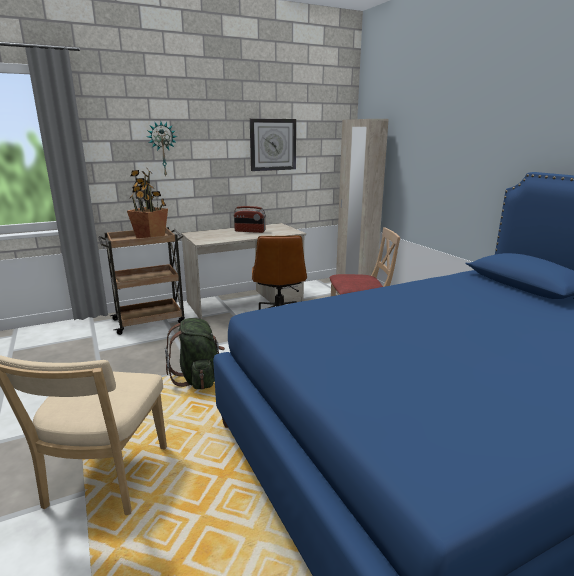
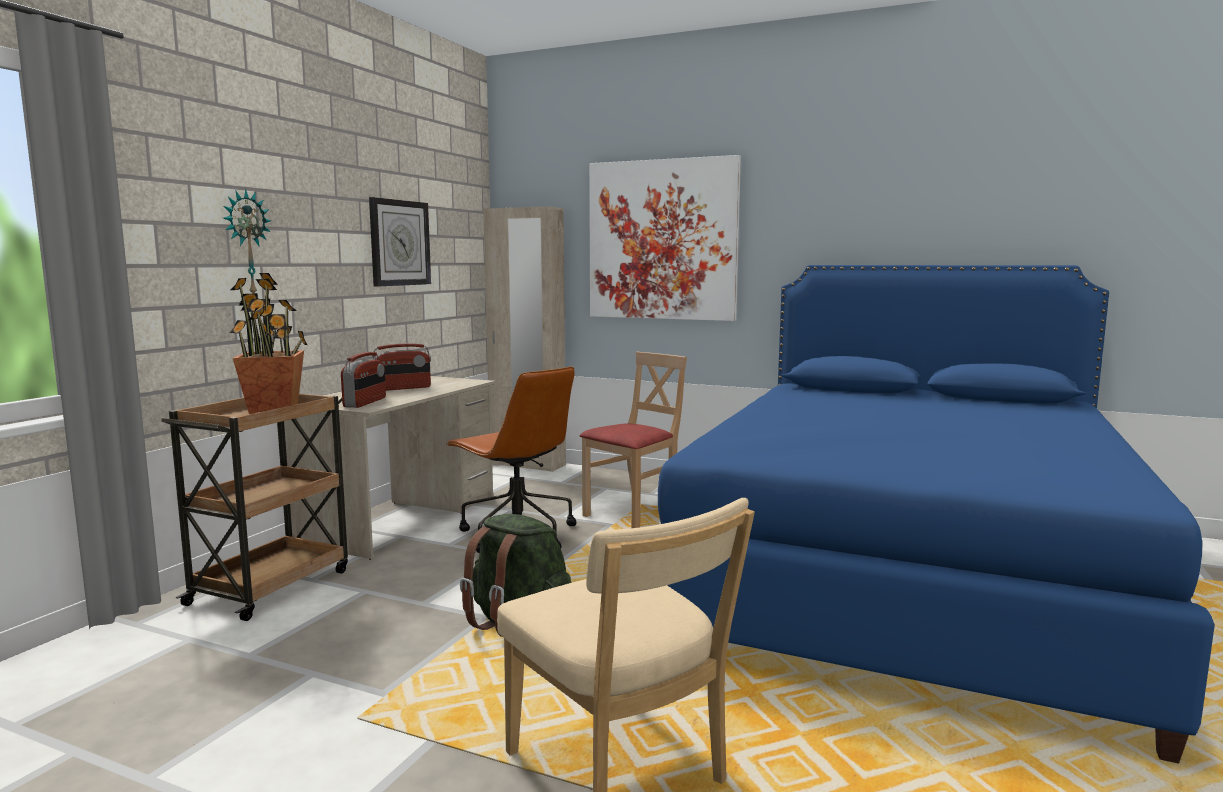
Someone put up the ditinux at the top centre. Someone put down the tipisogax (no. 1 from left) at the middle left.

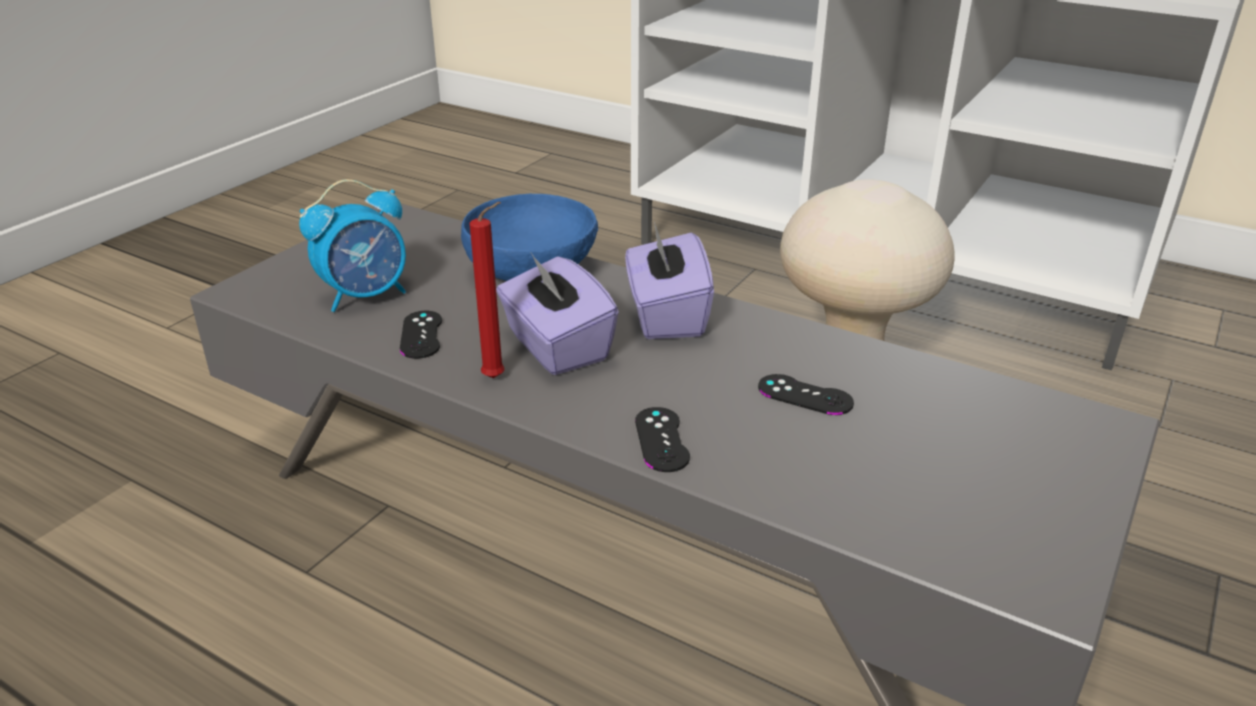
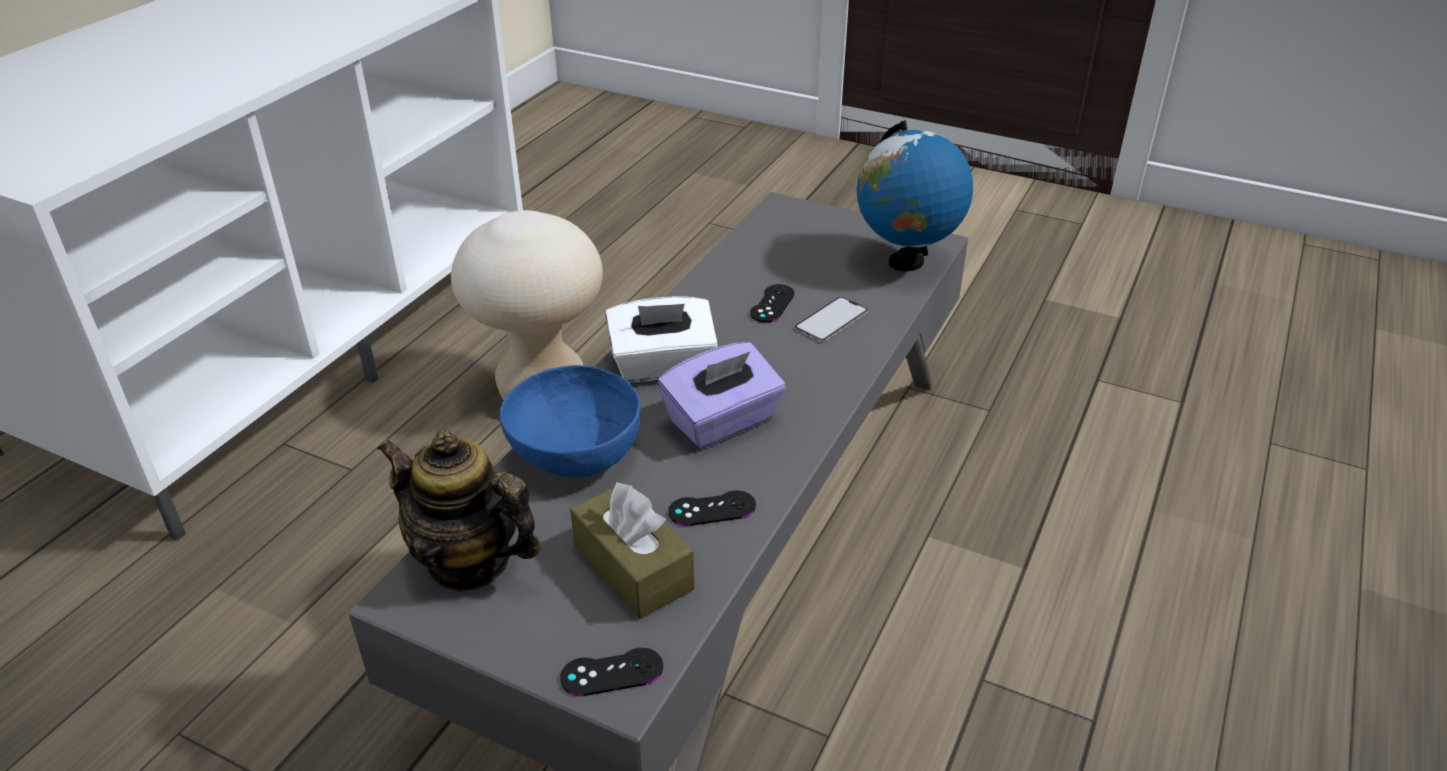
Someone swapped the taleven at the middle left for the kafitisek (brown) at the bottom centre. Someone took away the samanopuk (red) at the centre. Someone repainted the kafitisek (purple) (no. 2 from left) at the centre, which became the kafitisek (white) at the centre. Someone carried the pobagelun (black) (no. 2 from left in the first image) from the centre to the bottom centre. Someone put down the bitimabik at the top centre. Someone put down the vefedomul at the centre. Someone put down the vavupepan at the middle left.

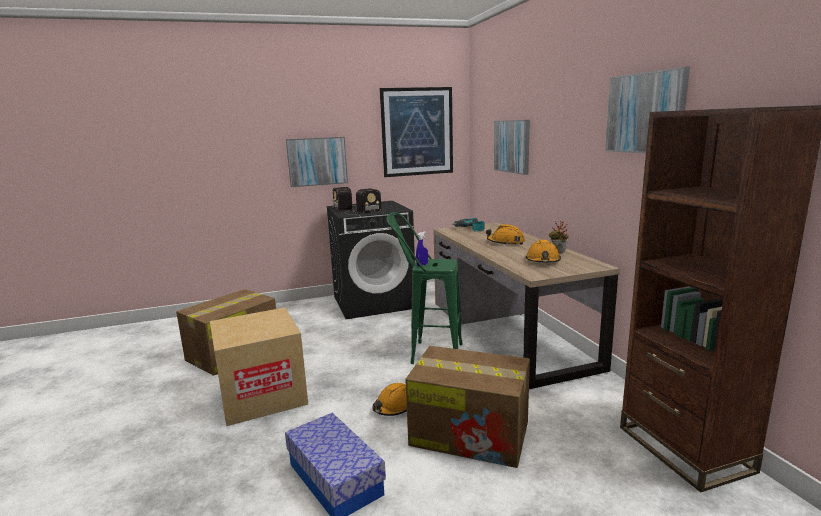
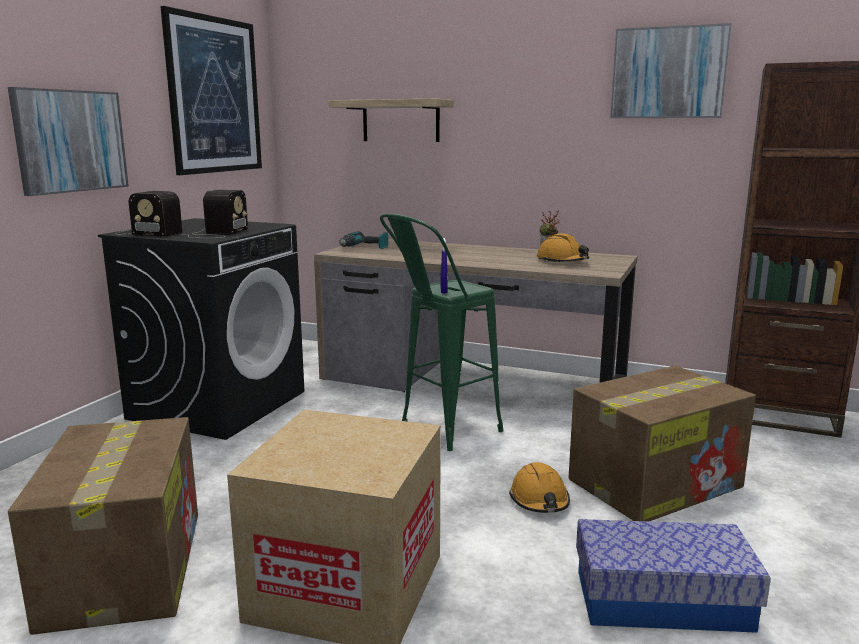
Someone swapped the ditinux (no. 3 from left) at the top centre for the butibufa at the top centre. Someone took away the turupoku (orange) (no. 2 from left) at the centre.

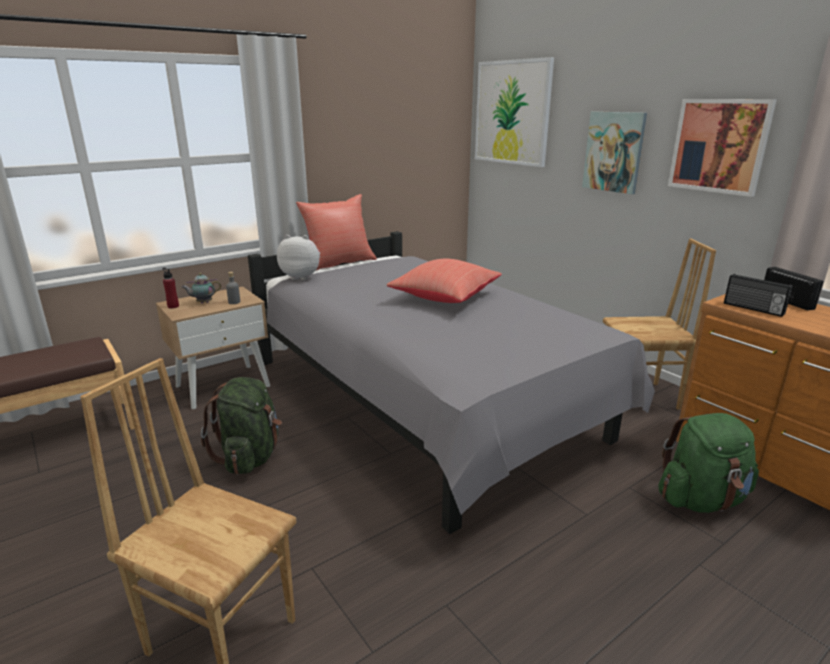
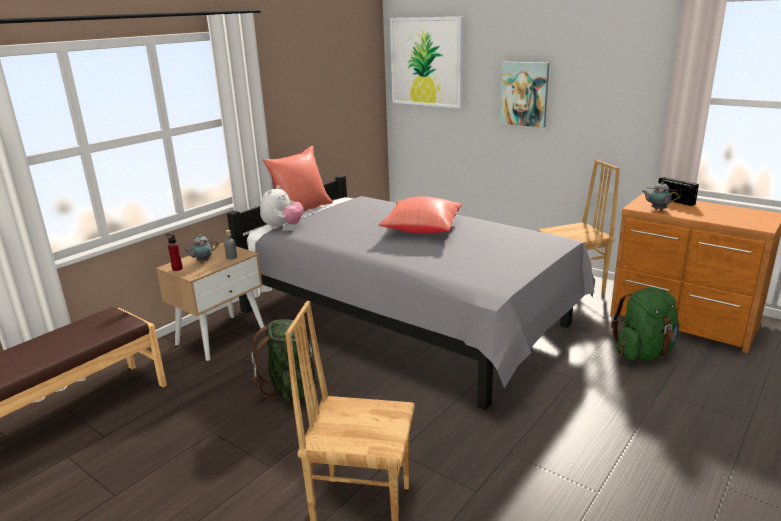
Someone took away the ditinux (no. 3 from left) at the top right. Someone rotated the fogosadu at the centre by 120 degrees clockwise. Someone swapped the tipisogax (no. 1 from left) at the middle right for the vavupepan (no. 2 from left) at the middle right.

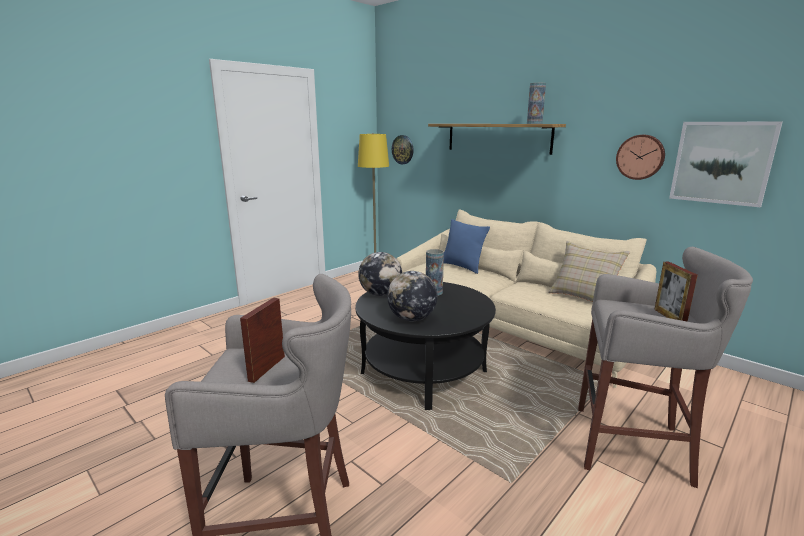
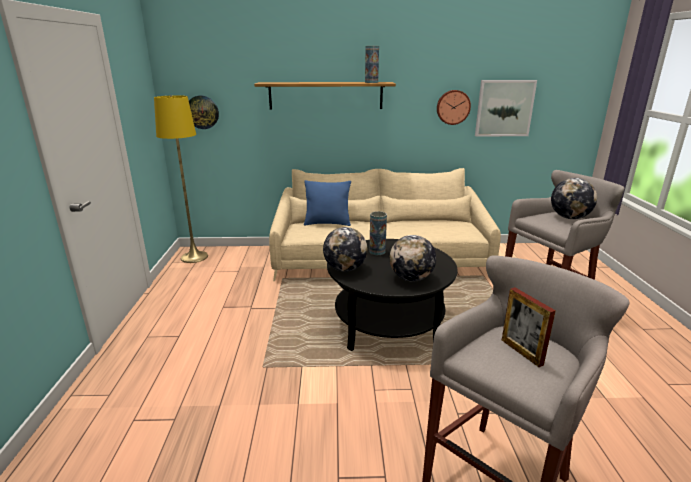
Someone took away the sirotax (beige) at the middle right. Someone swapped the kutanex (no. 2 from left) at the middle right for the bitimabik (no. 3 from left) at the middle right.

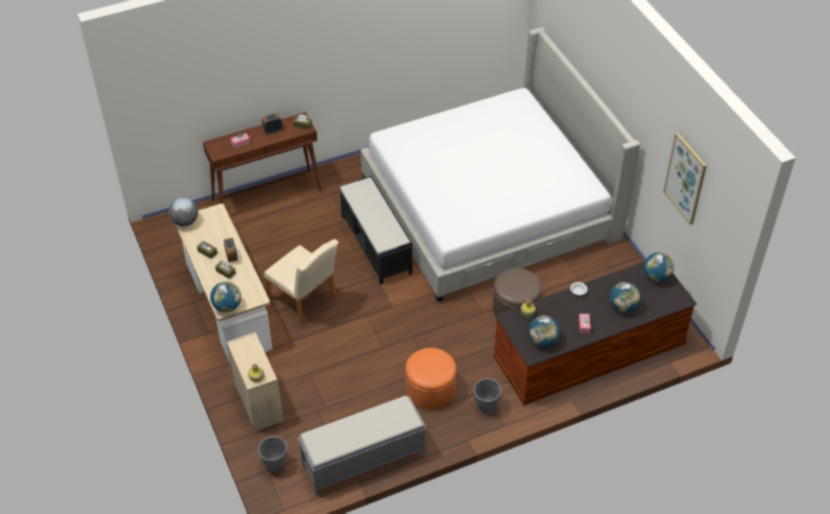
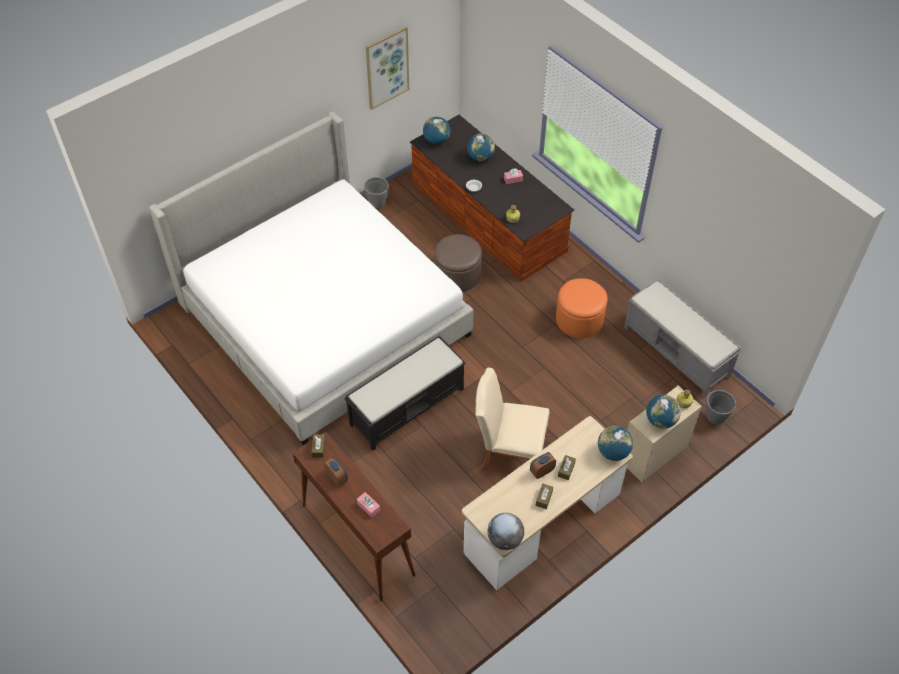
Someone rotated the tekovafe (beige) at the centre by 105 degrees counterclockwise. Someone carried the bitimabik (no. 3 from left in the first image) from the centre to the middle right. Someone carried the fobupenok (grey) (no. 2 from left in the first image) from the bottom centre to the top centre.

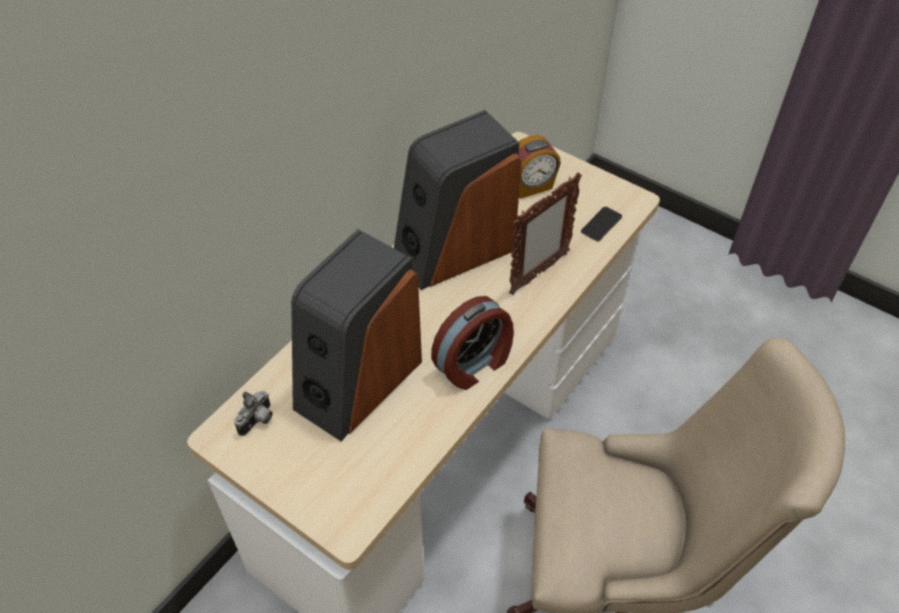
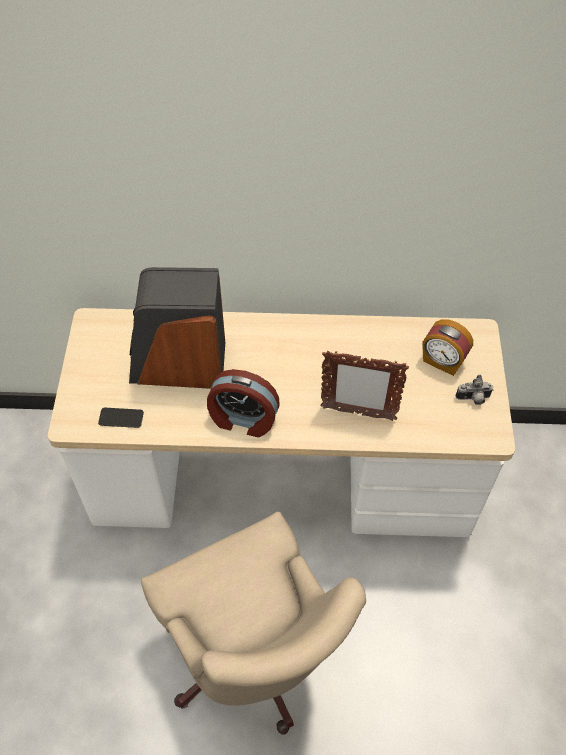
Someone took away the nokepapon (no. 2 from left) at the top centre. Someone carried the vefedomul from the middle right to the middle left. Someone carried the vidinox from the bottom left to the middle right.

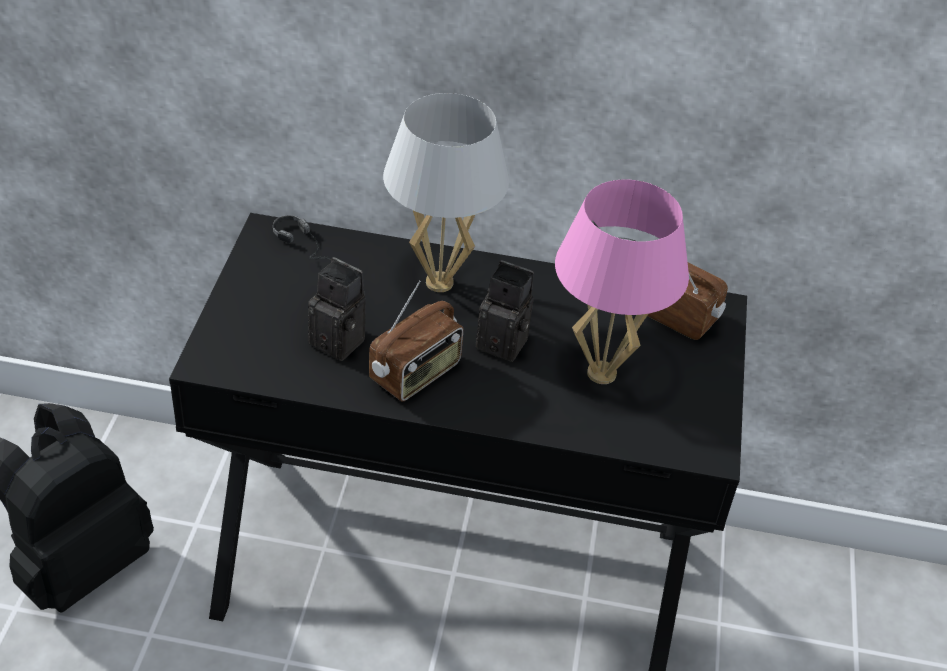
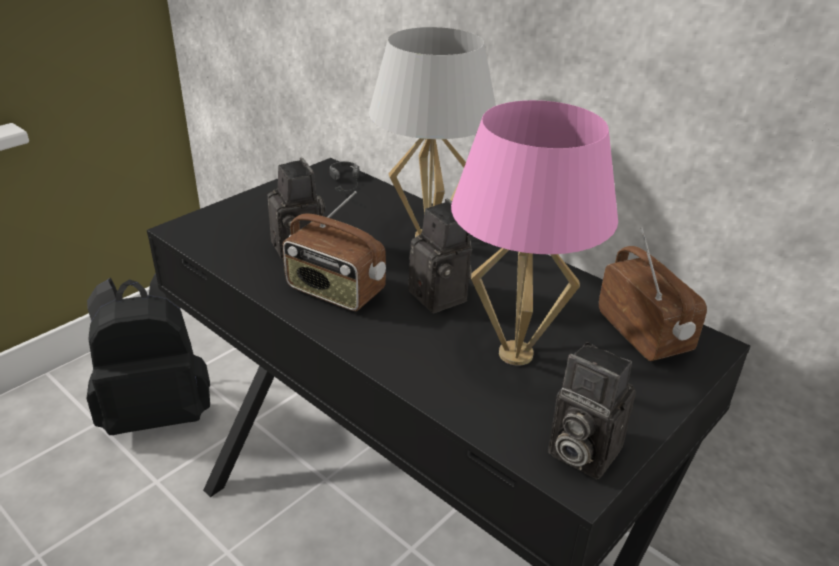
Someone rotated the tipisogax (no. 1 from left) at the centre by 45 degrees clockwise. Someone put down the vidinox (no. 3 from left) at the bottom right.

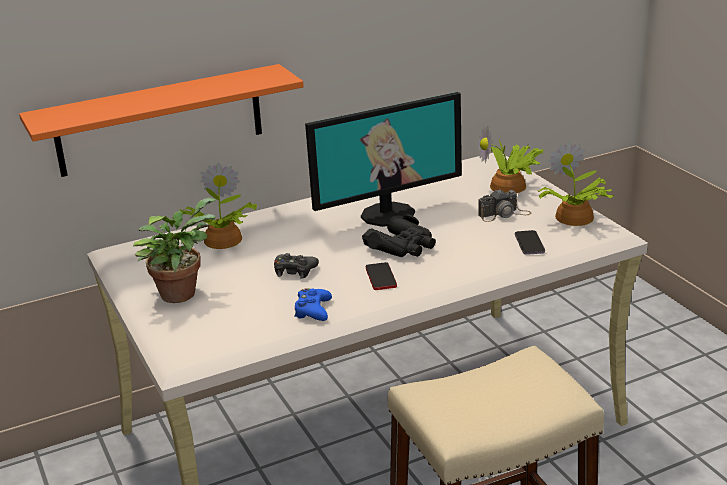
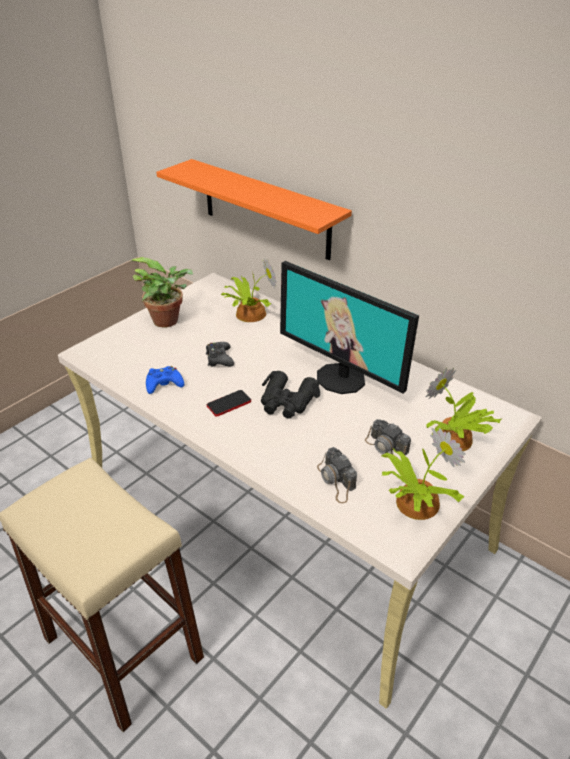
Someone swapped the vefedomul (no. 2 from left) at the middle right for the vidinox (no. 1 from left) at the centre.

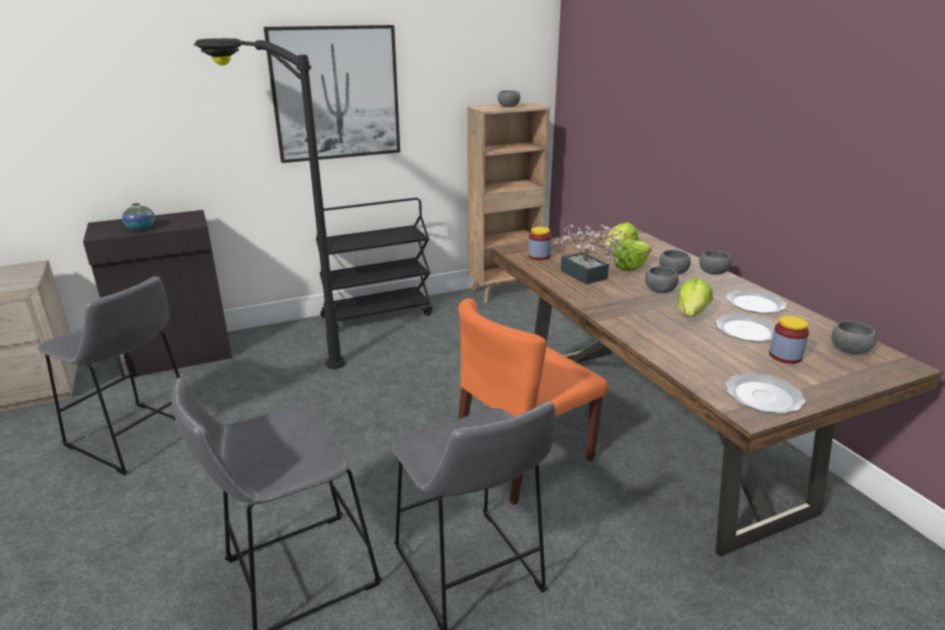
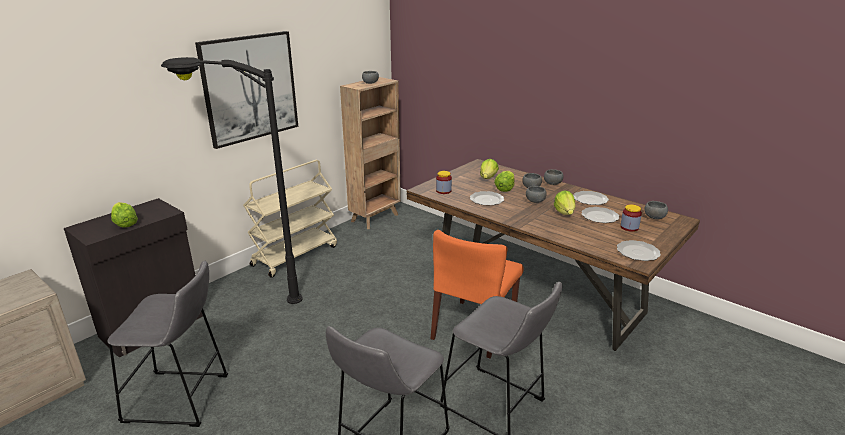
Someone repainted the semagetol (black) at the centre, which became the semagetol (beige) at the centre. Someone swapped the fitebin at the middle left for the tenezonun (no. 1 from left) at the middle left. Someone swapped the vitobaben at the centre for the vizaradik (no. 1 from left) at the centre.

